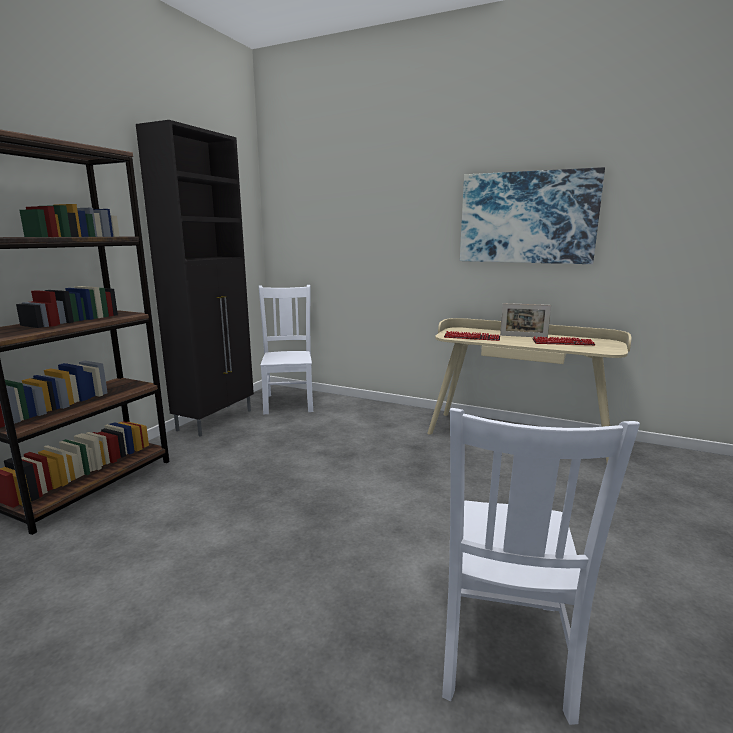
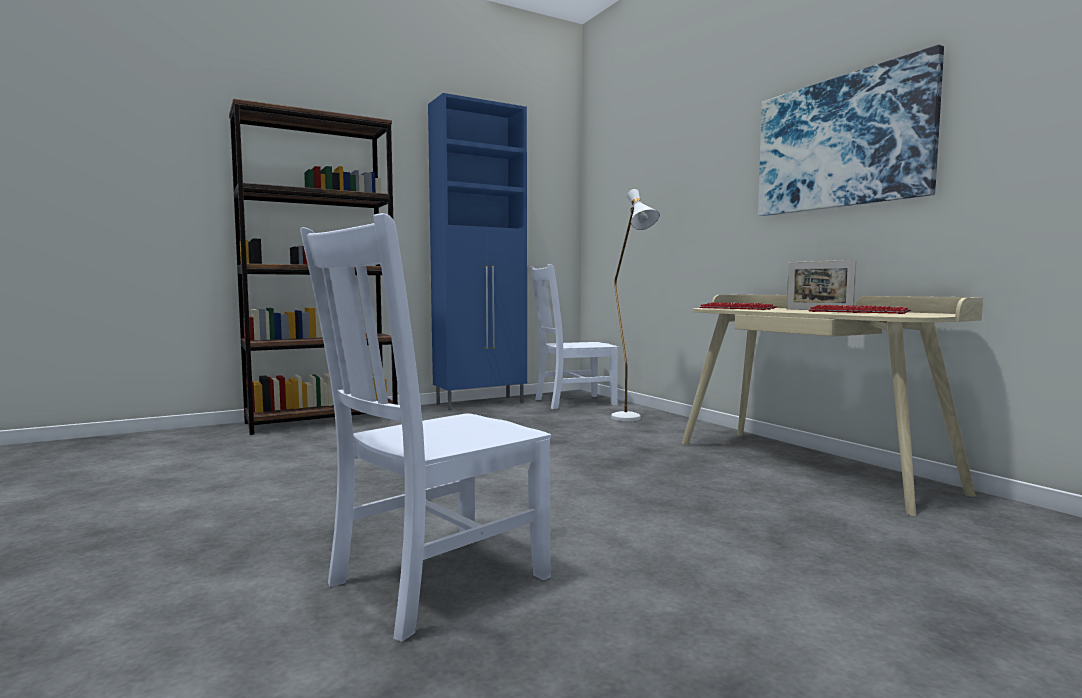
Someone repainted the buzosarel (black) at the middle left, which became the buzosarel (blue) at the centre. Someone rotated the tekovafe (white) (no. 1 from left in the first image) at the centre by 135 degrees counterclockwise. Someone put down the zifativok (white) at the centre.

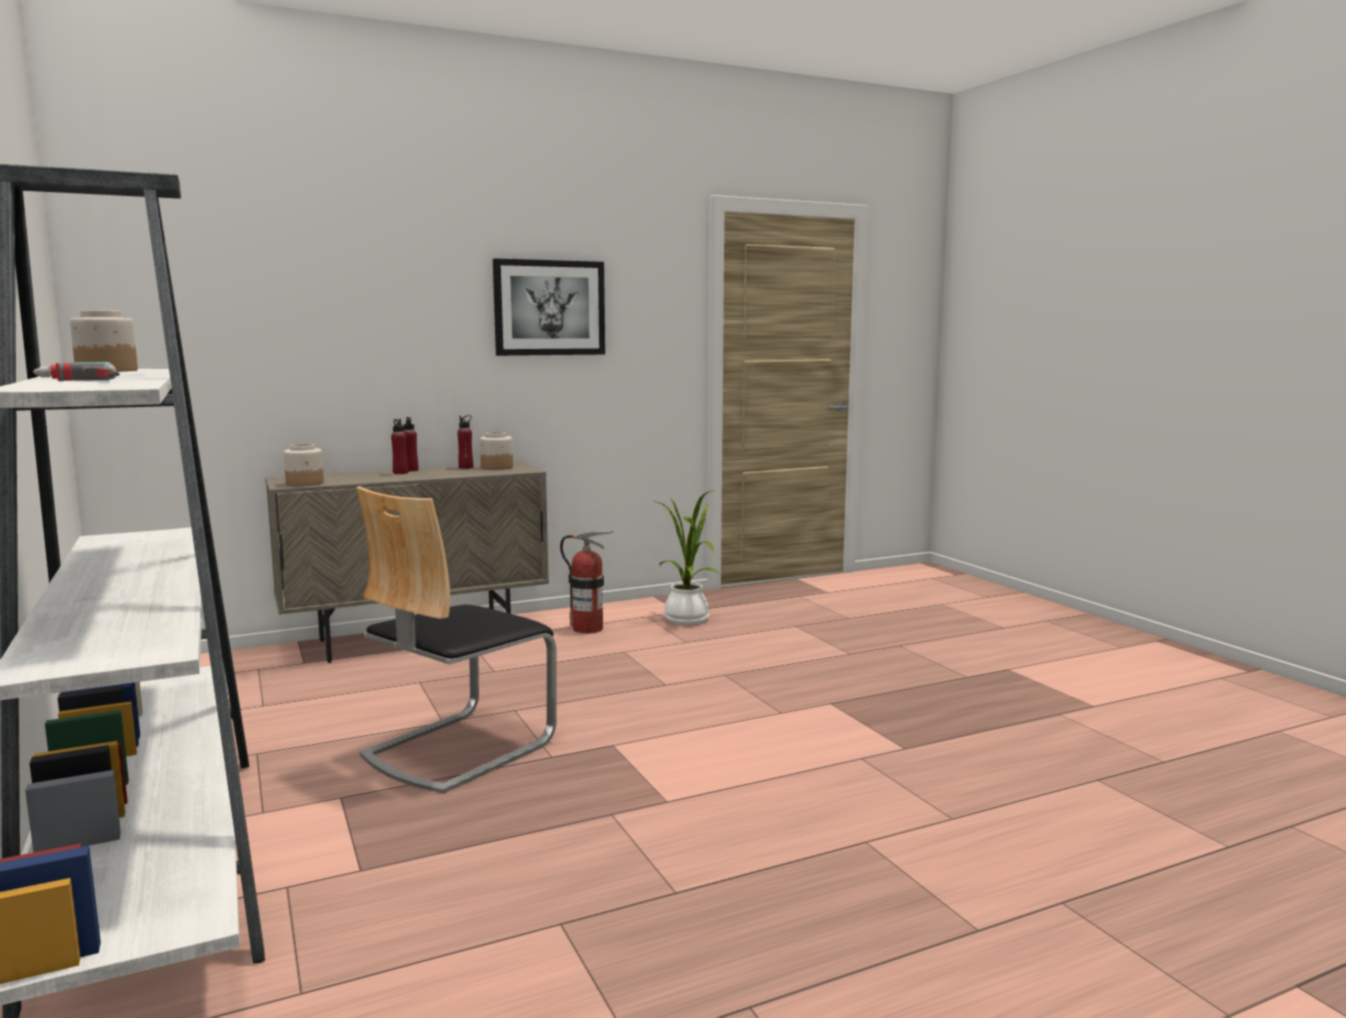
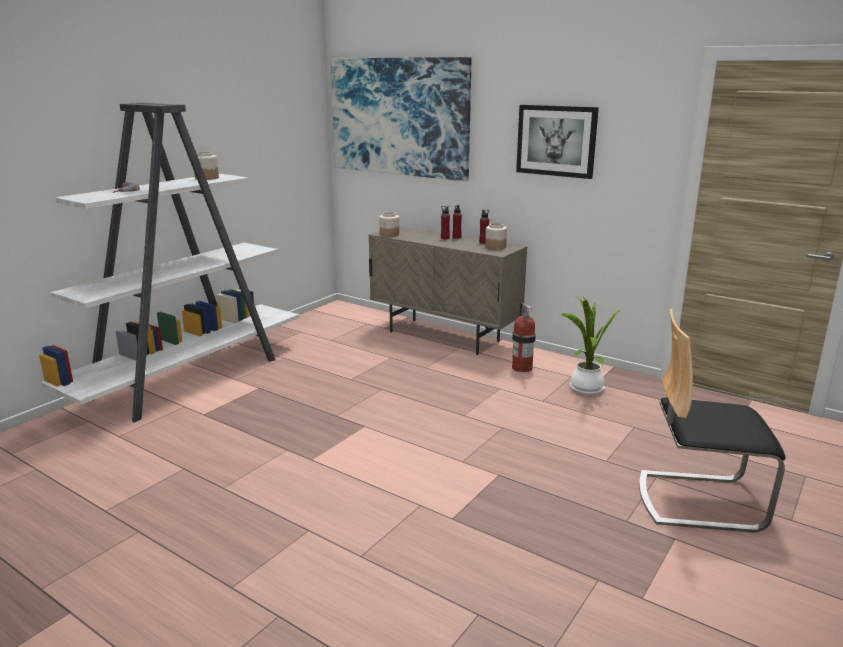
Someone carried the tekovafe from the centre to the middle right. Someone put up the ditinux (no. 1 from left) at the top centre.

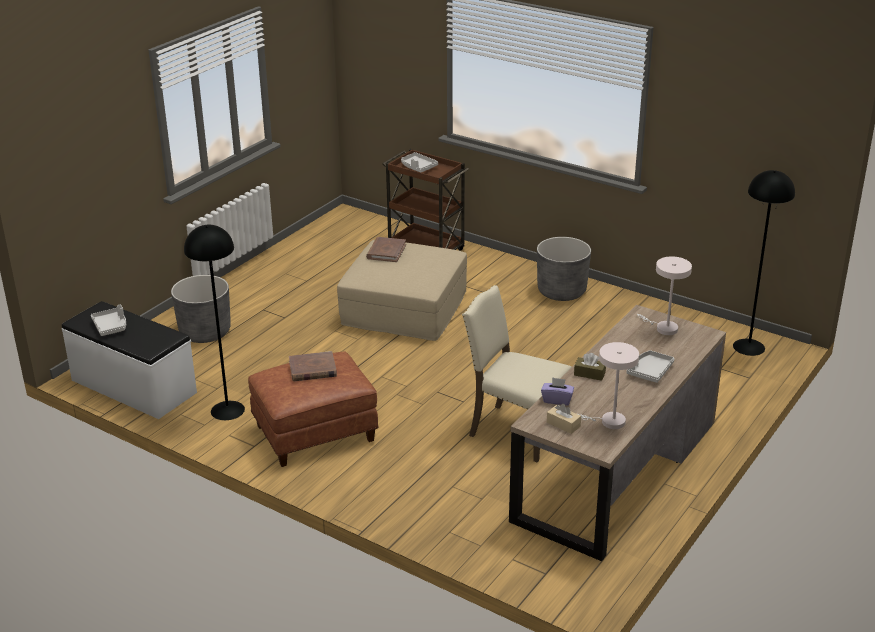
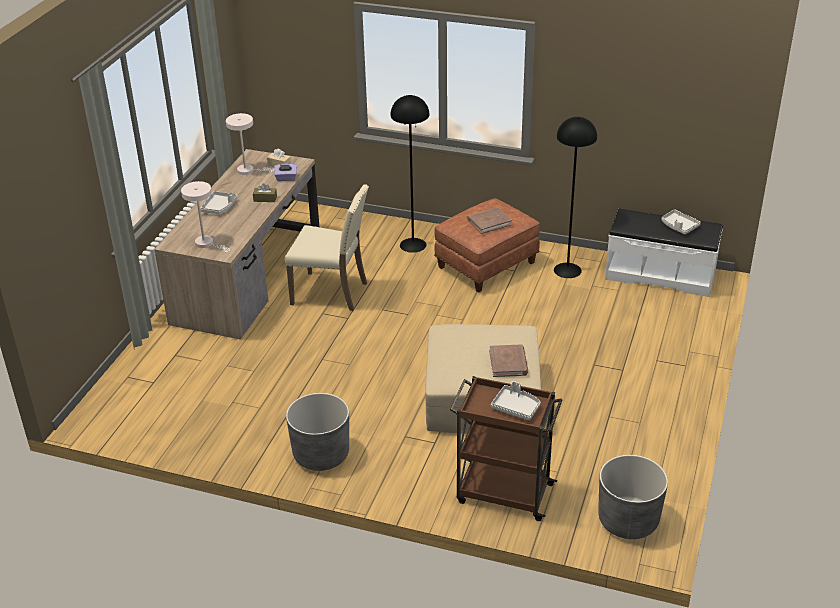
Someone carried the zifativok (black) (no. 2 from left in the first image) from the middle right to the top centre. Someone carried the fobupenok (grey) (no. 1 from left in the first image) from the middle left to the bottom right.

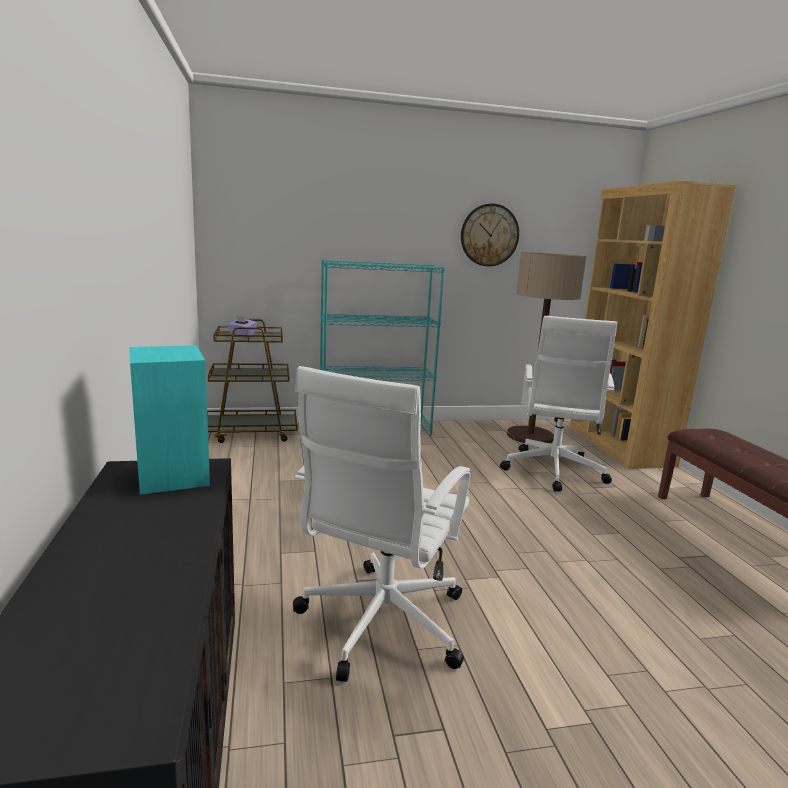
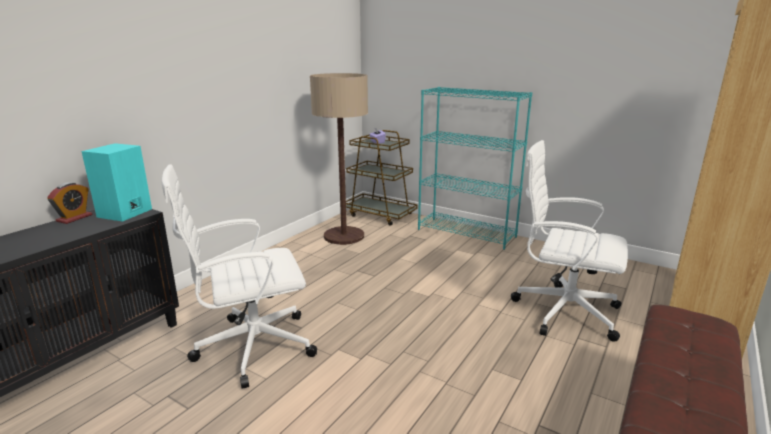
Someone took away the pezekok at the top centre. Someone carried the zifativok from the middle right to the centre. Someone rotated the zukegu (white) (no. 2 from left) at the middle right by 60 degrees clockwise. Someone put down the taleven at the middle left.

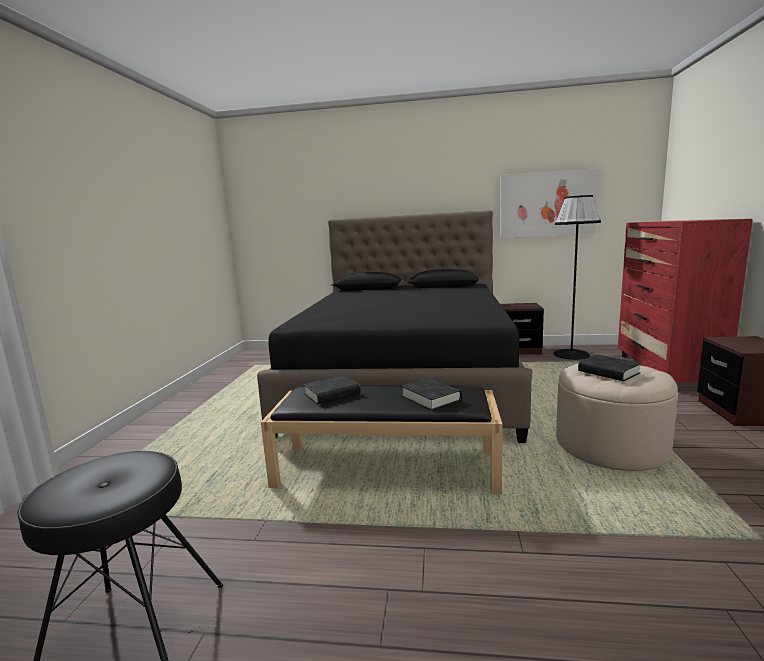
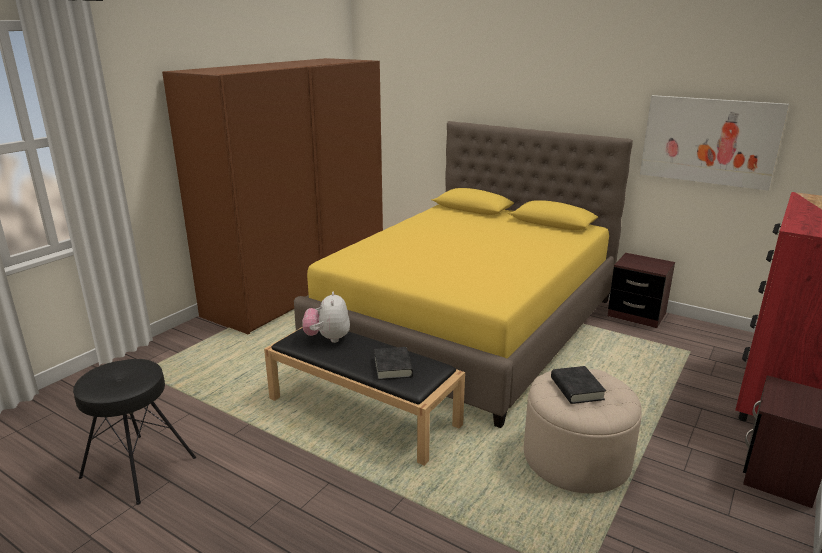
Someone took away the zifativok (black) at the middle right. Someone repainted the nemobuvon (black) at the centre, which became the nemobuvon (yellow) at the centre. Someone swapped the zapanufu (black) (no. 1 from left) at the centre for the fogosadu at the centre. Someone put down the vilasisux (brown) at the middle left.

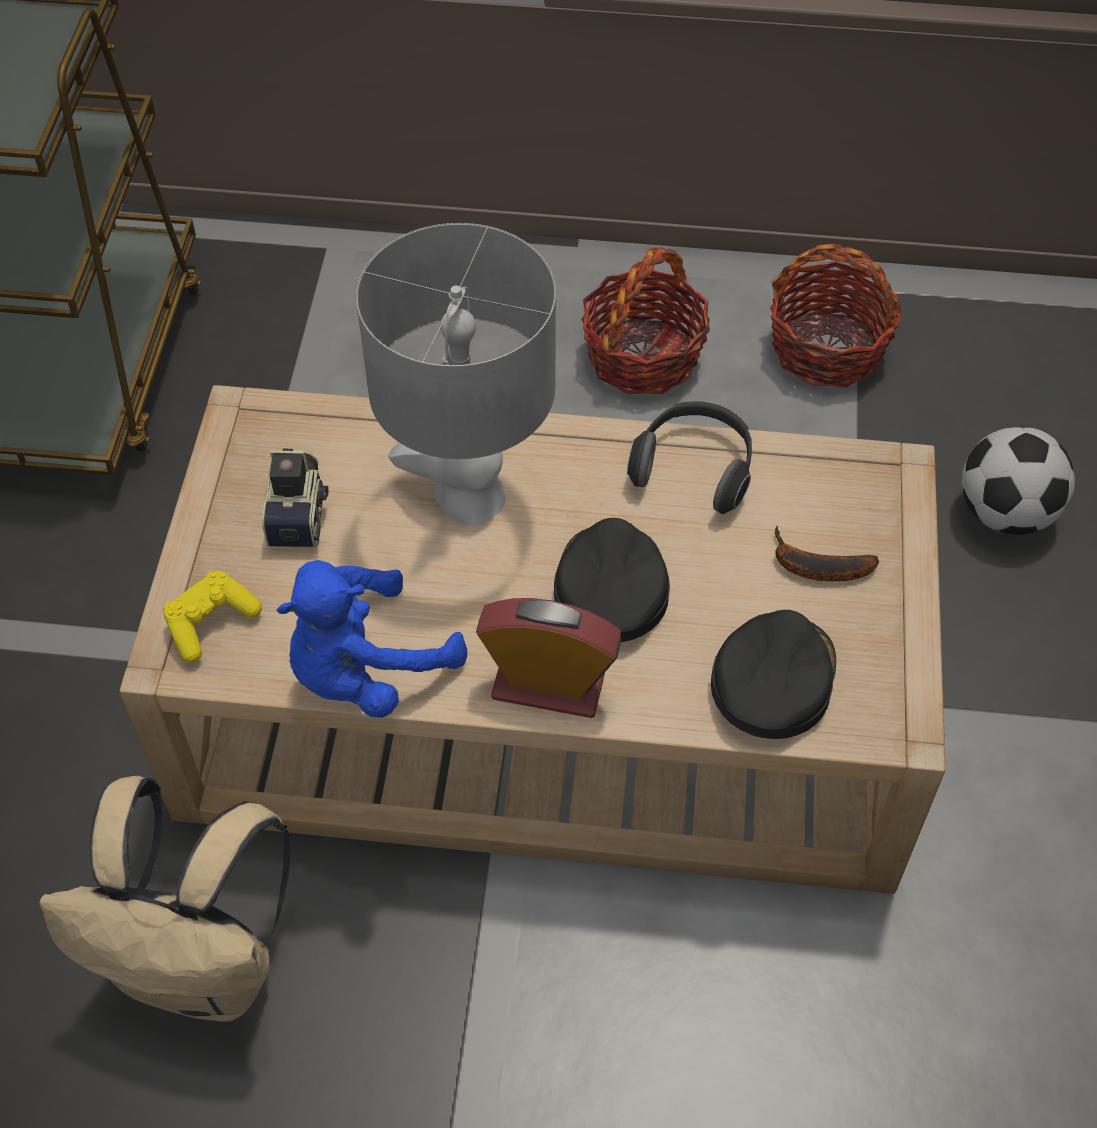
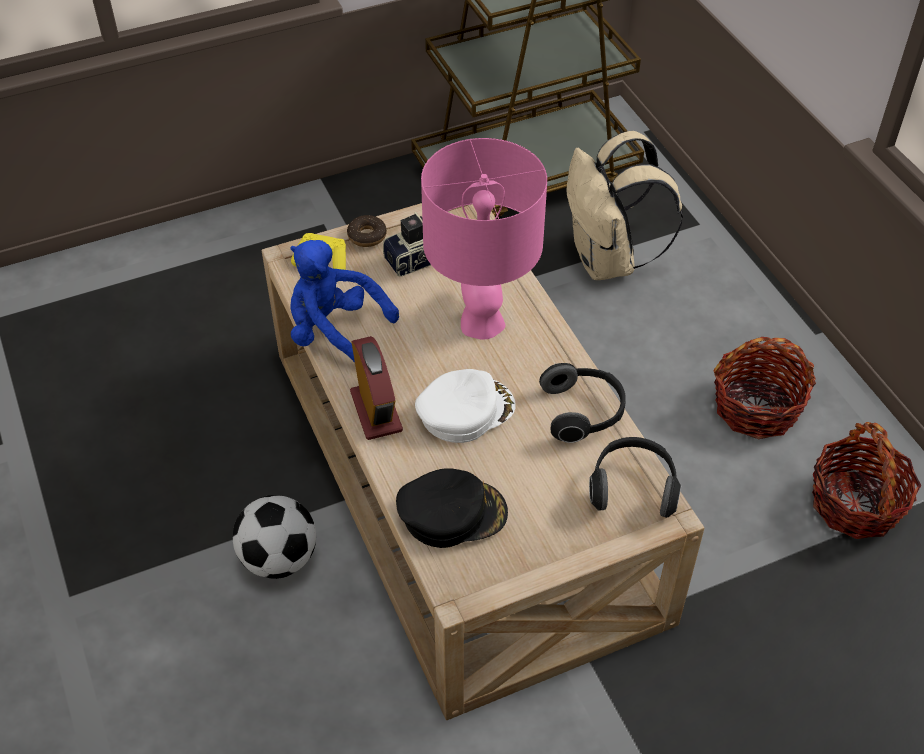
Someone repainted the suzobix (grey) at the top centre, which became the suzobix (pink) at the top centre. Someone carried the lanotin from the middle right to the bottom left. Someone repainted the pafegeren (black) (no. 1 from left) at the centre, which became the pafegeren (white) at the centre. Someone took away the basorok at the middle right. Someone carried the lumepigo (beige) from the bottom left to the top right. Someone put down the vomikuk at the top centre. Someone put down the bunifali (no. 2 from left) at the middle right.

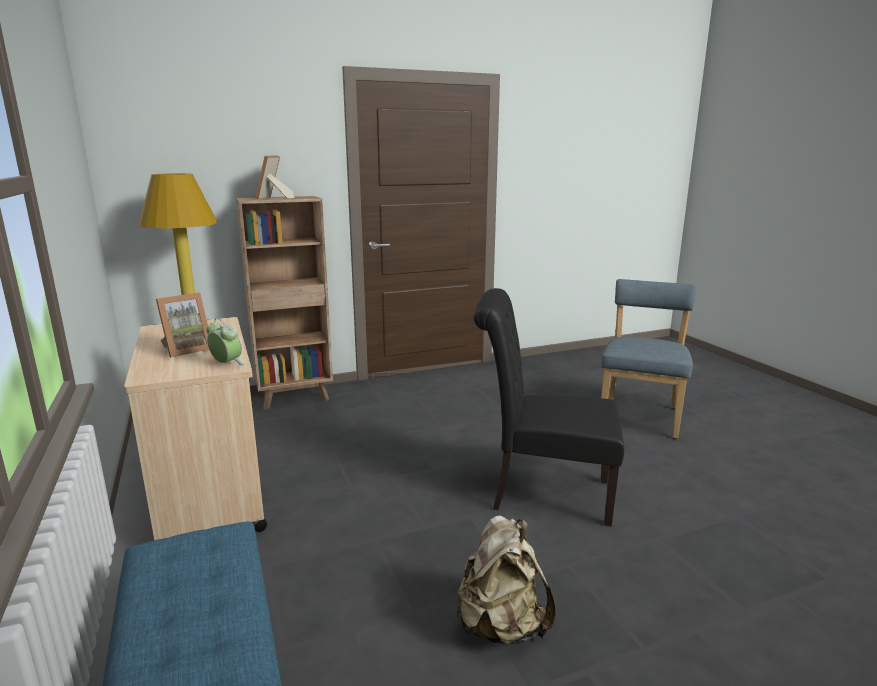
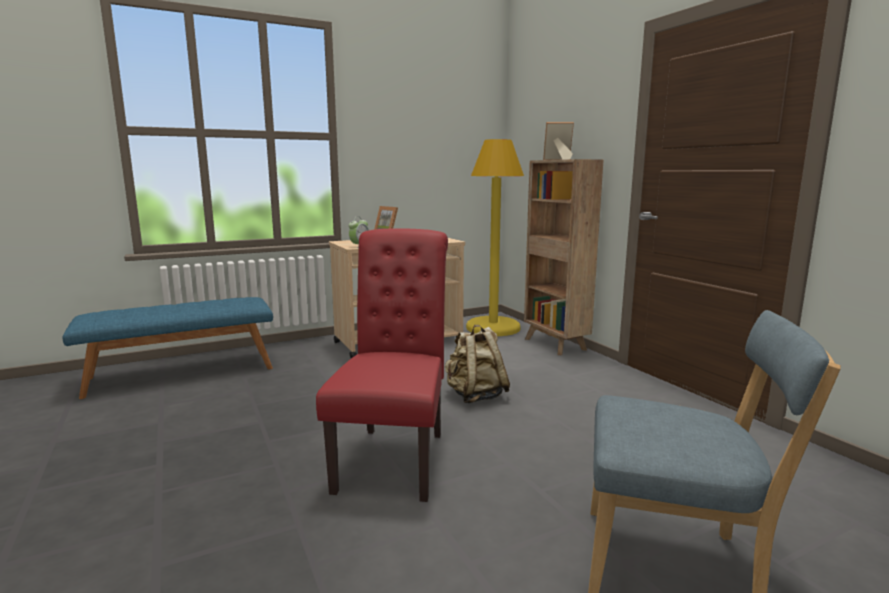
Someone repainted the tekovafe (black) at the centre, which became the tekovafe (red) at the centre. Someone carried the lumepigo (beige) from the bottom centre to the centre.

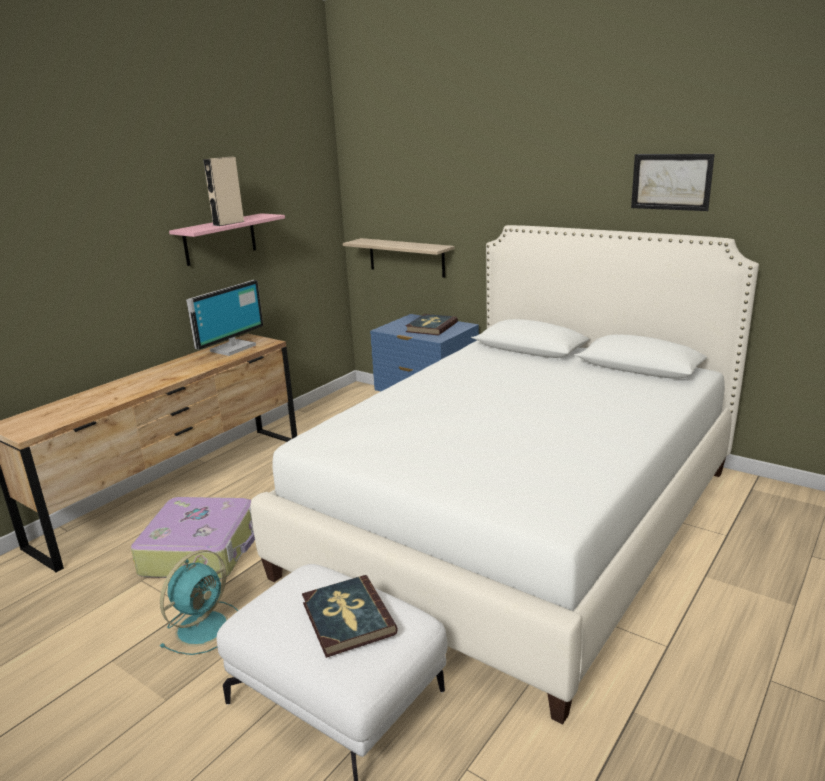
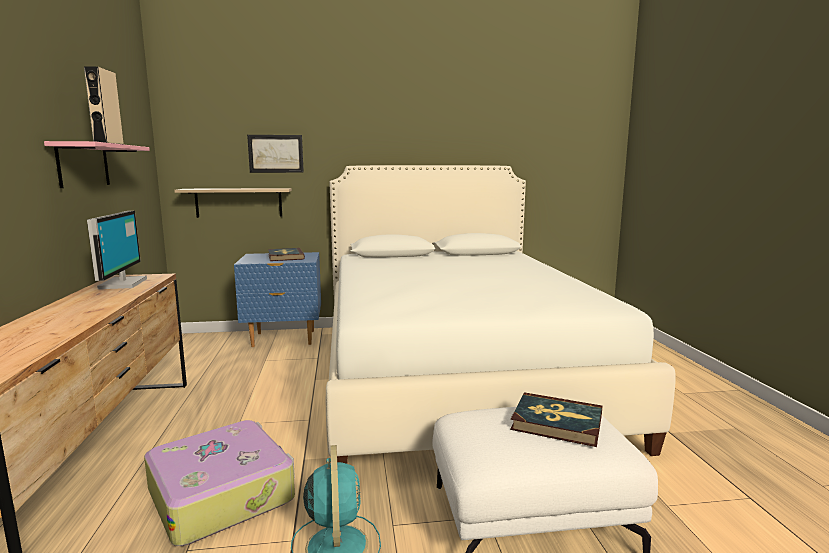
Someone carried the ditinux from the top right to the top left.

